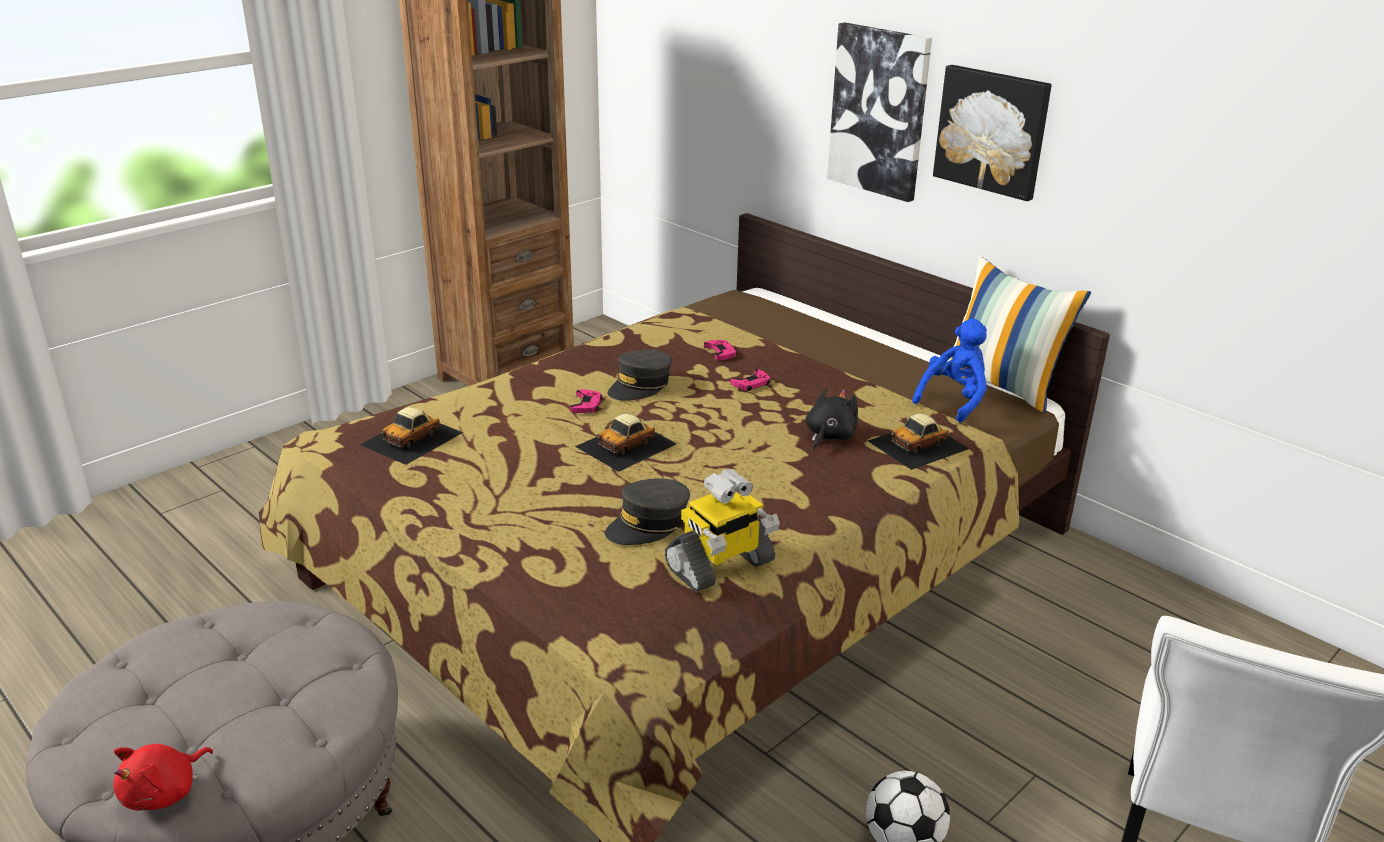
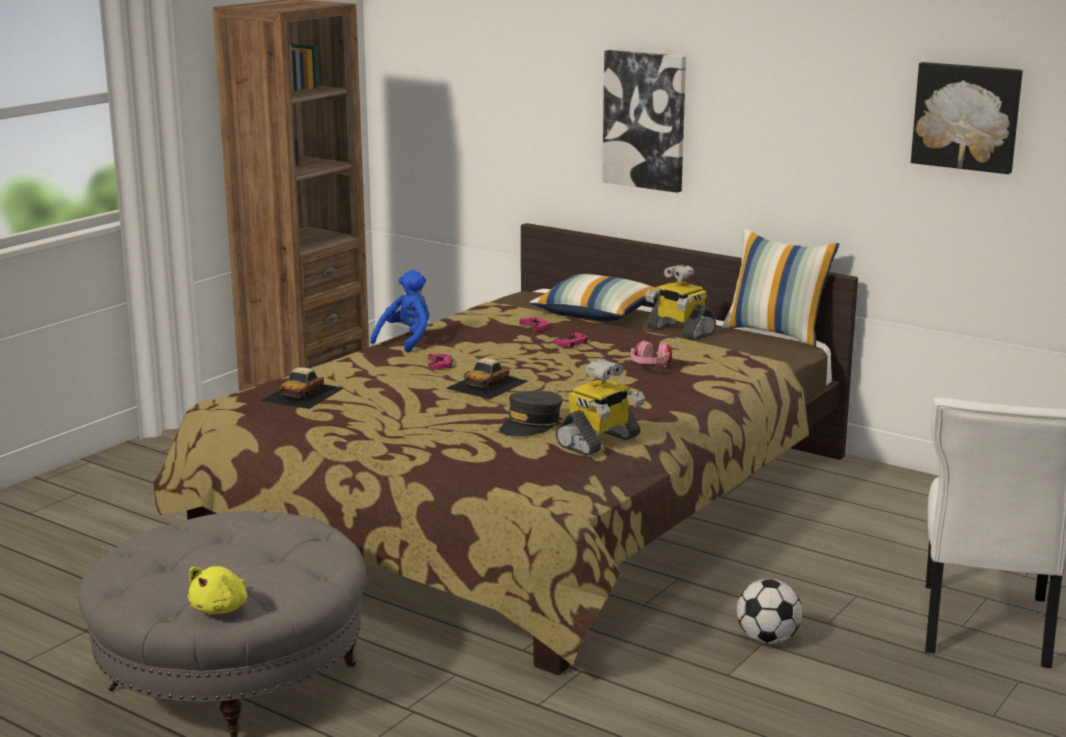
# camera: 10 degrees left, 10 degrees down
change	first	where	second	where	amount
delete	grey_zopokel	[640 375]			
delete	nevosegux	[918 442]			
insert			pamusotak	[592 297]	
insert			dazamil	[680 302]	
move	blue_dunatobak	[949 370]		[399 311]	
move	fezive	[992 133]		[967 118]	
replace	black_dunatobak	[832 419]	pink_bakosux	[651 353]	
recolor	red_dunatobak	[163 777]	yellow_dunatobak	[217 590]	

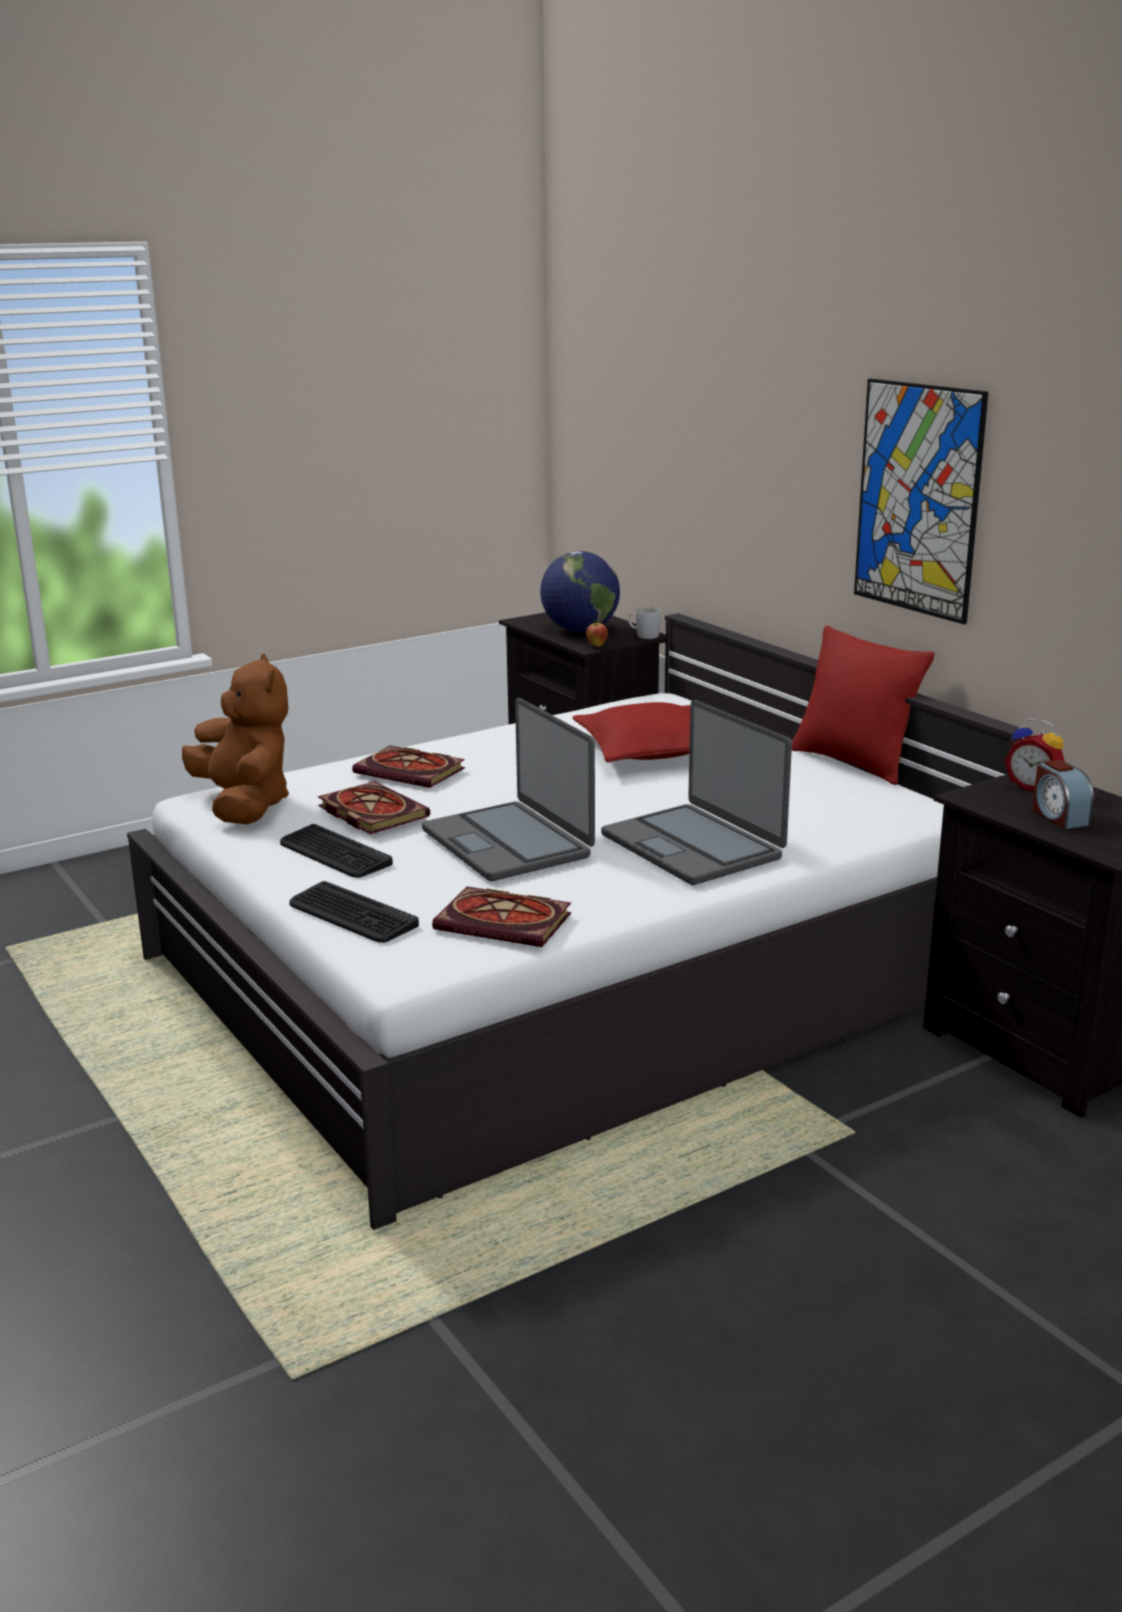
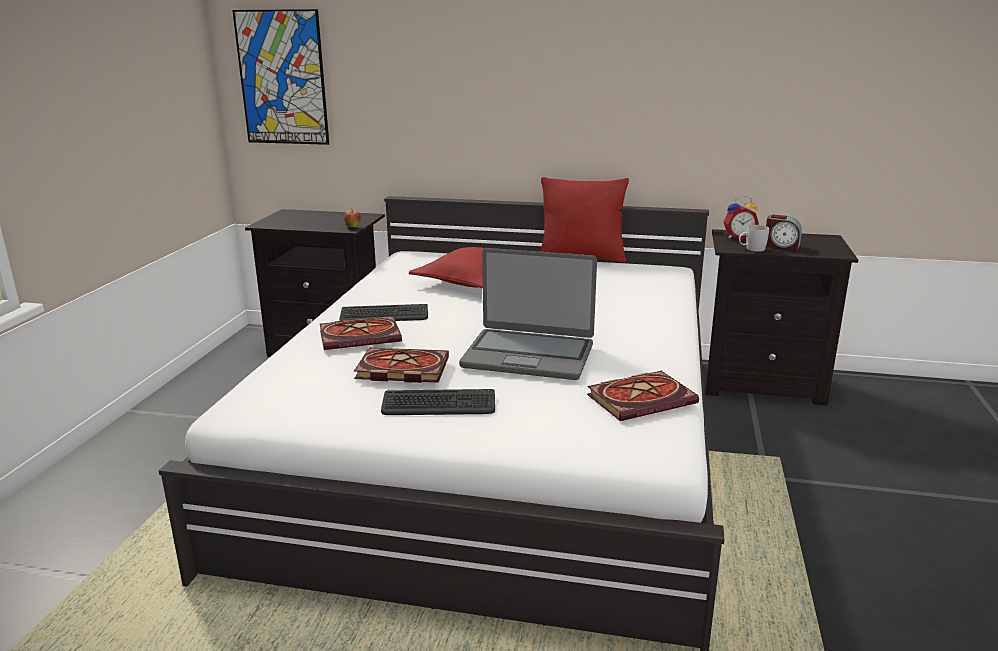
# camera: 45 degrees left, 0 degrees up
change	first	where	second	where	amount
delete	brown_dunatobak	[235 739]			
delete	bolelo	[580 591]			
delete	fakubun	[696 792]			
move	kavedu	[354 912]		[384 312]	
move	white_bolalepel	[644 623]		[754 238]	
move	fezive	[921 501]		[280 77]	

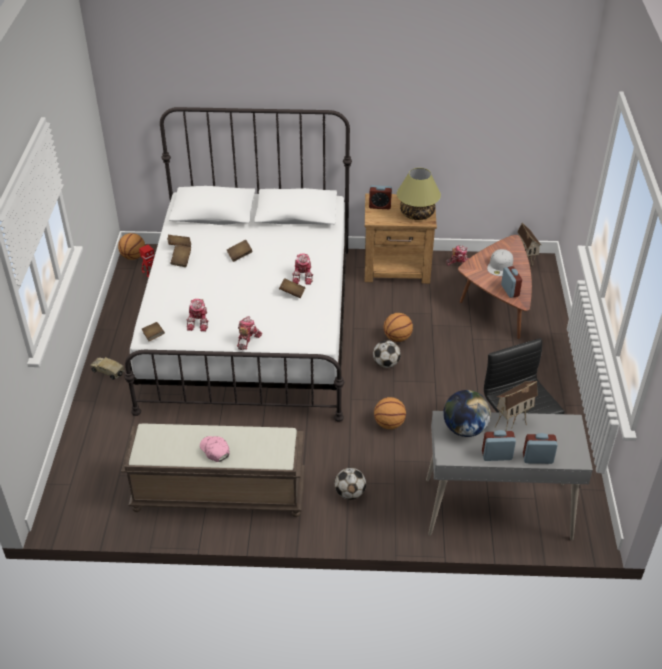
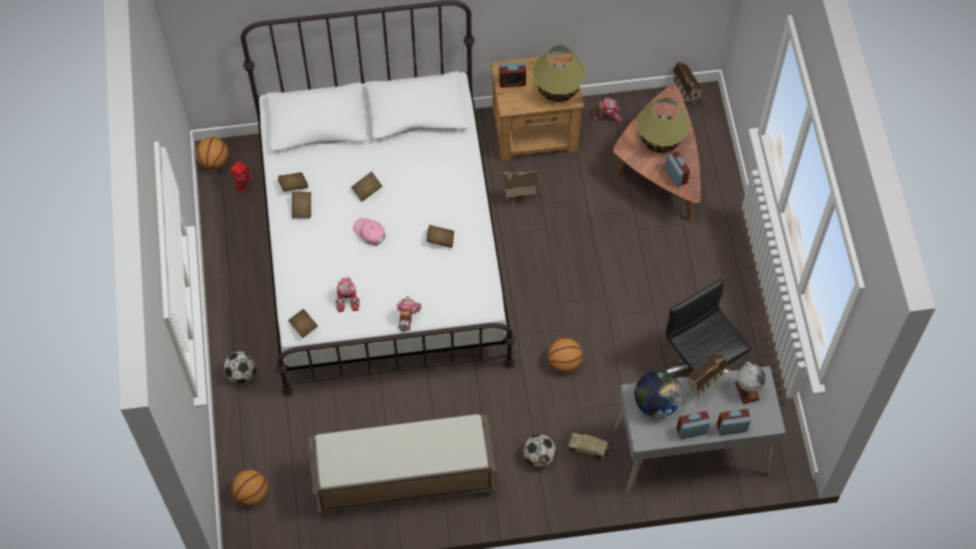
# camera: 10 degrees left, 20 degrees up
change	first	where	second	where	amount
delete	dazamil	[302 269]			
insert			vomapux	[521 188]	
insert			bolelo	[750 383]	
move	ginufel	[107 368]		[589 446]	
move	pink_zopokel	[215 449]		[369 231]	
move	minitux	[387 354]		[240 367]	
move	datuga	[398 327]		[249 488]	
replace	white_zopokel	[500 262]	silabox	[663 125]	

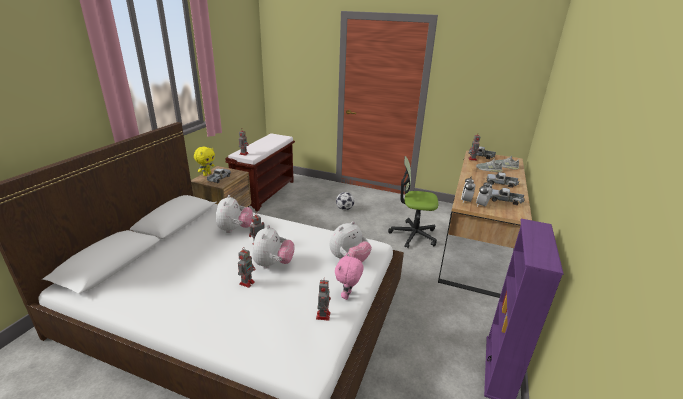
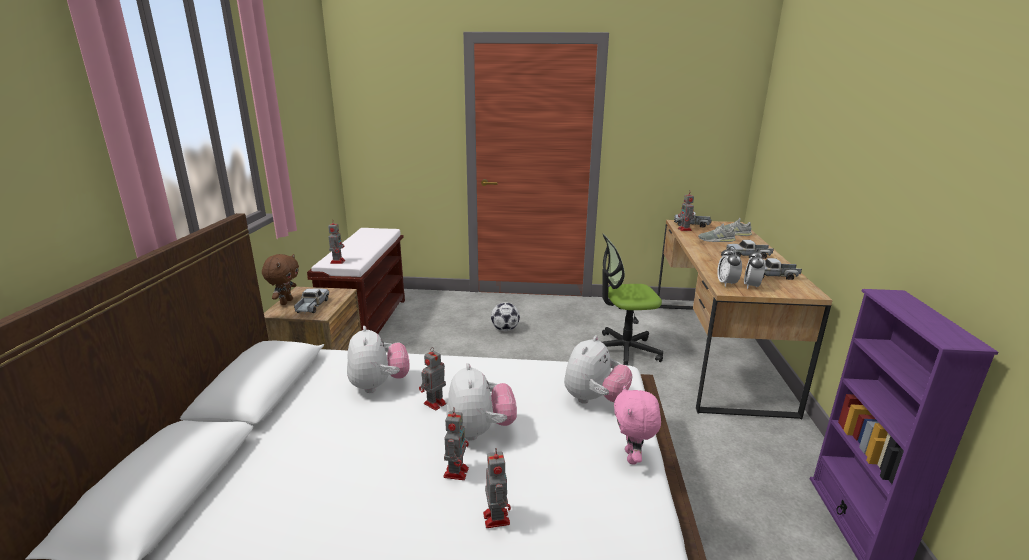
# camera: 15 degrees left, 5 degrees down
change	first	where	second	where	amount
move	dazamil	[323 300]		[497 488]	
recolor	yellow_dunatobak	[204 161]	brown_dunatobak	[280 279]	

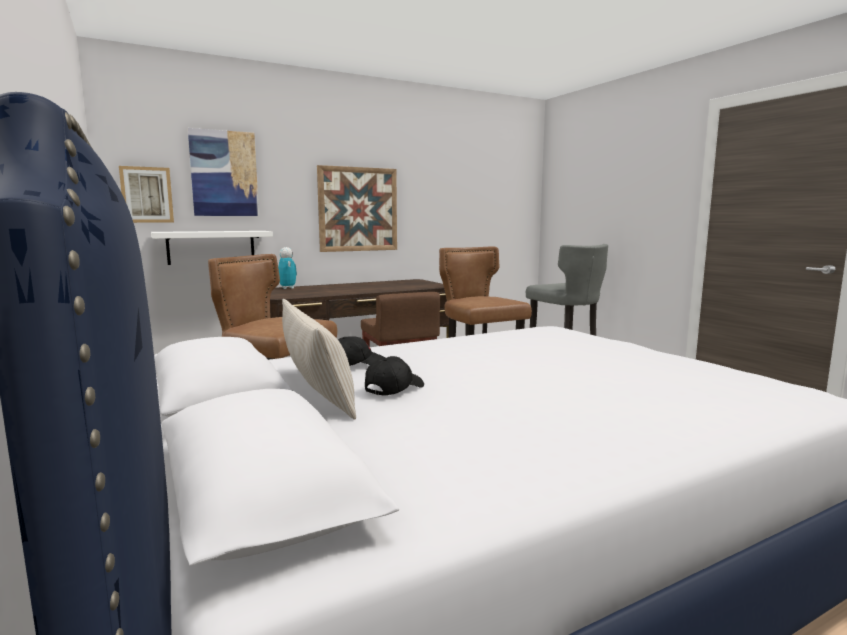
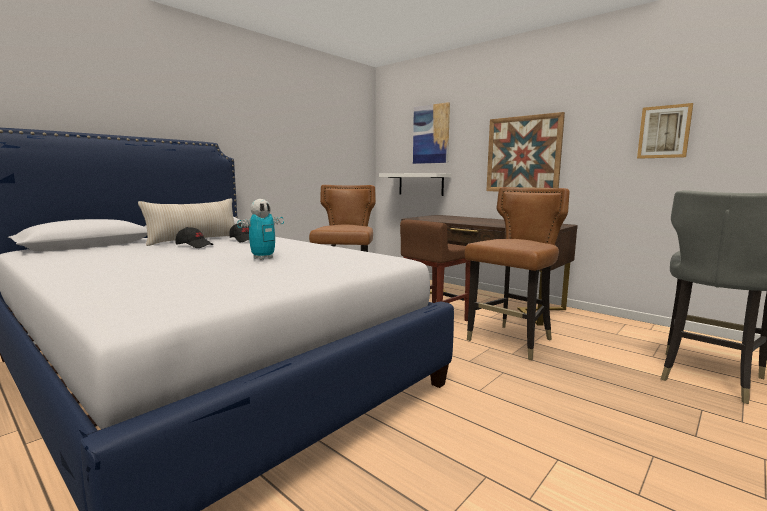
# camera: 70 degrees right, 0 degrees up
change	first	where	second	where	amount
move	fezive	[146 194]		[665 131]	
move	dazamil	[287 268]		[260 229]	

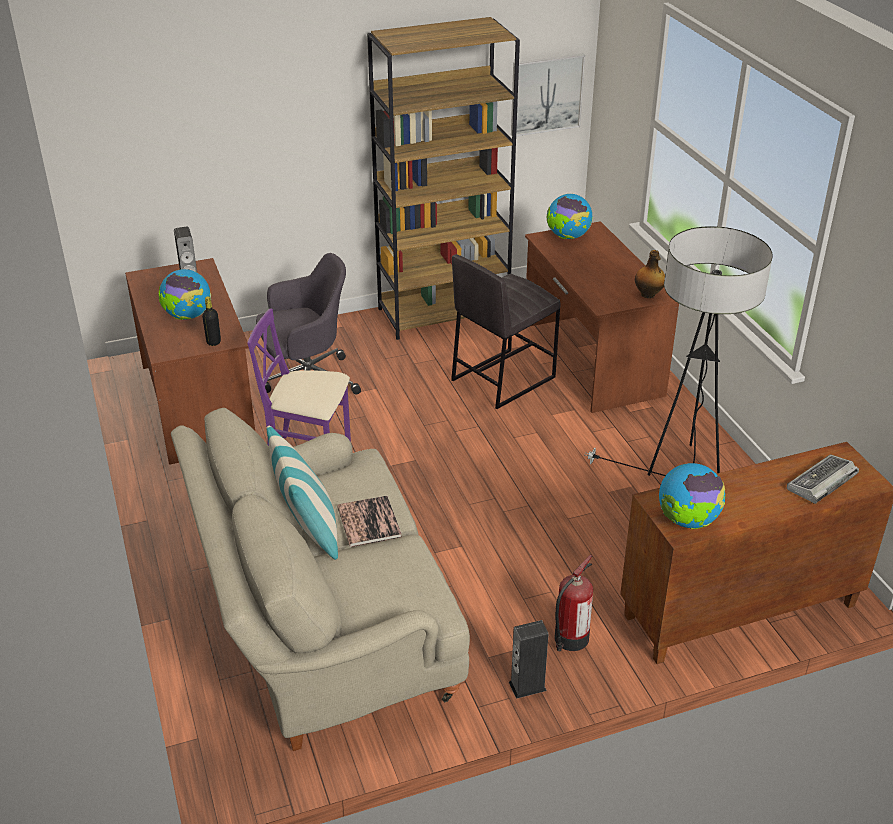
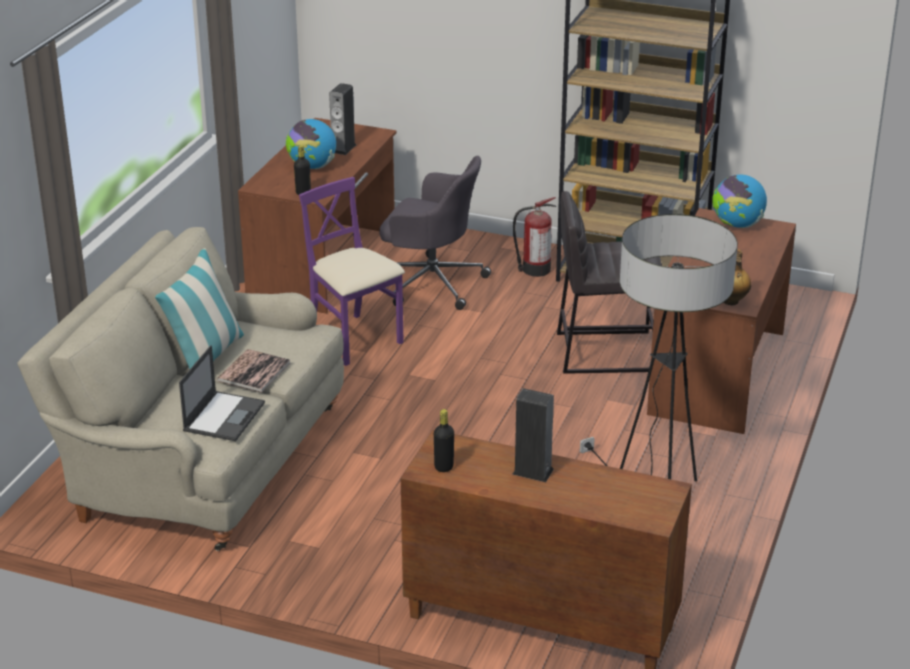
# camera: 40 degrees right, 5 degrees down
change	first	where	second	where	amount
delete	fezive	[548 94]			
delete	kavedu	[823 479]			
insert			fakubun	[222 393]	
move	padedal	[528 659]		[533 435]	
move	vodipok	[574 603]		[534 237]	
replace	bolelo	[692 496]	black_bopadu	[444 440]	

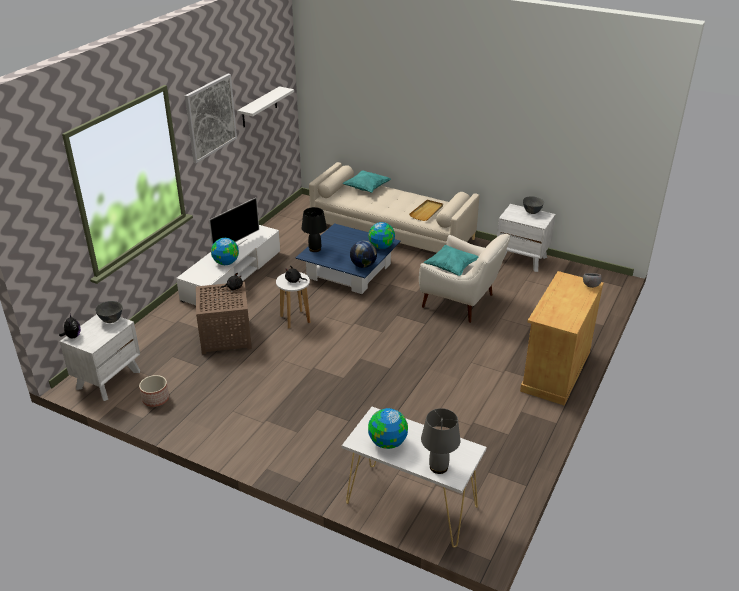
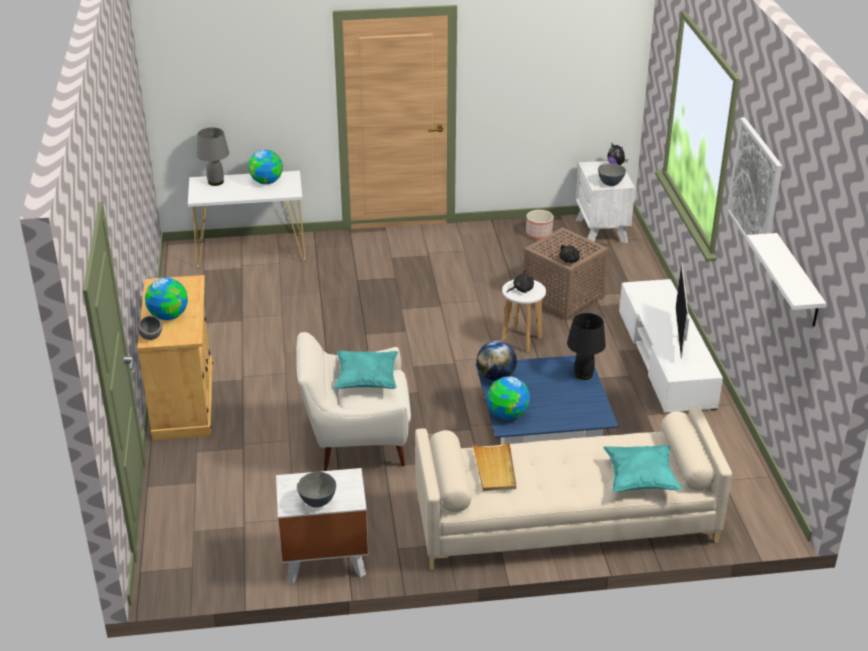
# camera: 145 degrees right, 0 degrees up
change	first	where	second	where	amount
move	bolelo	[225 251]		[166 299]	

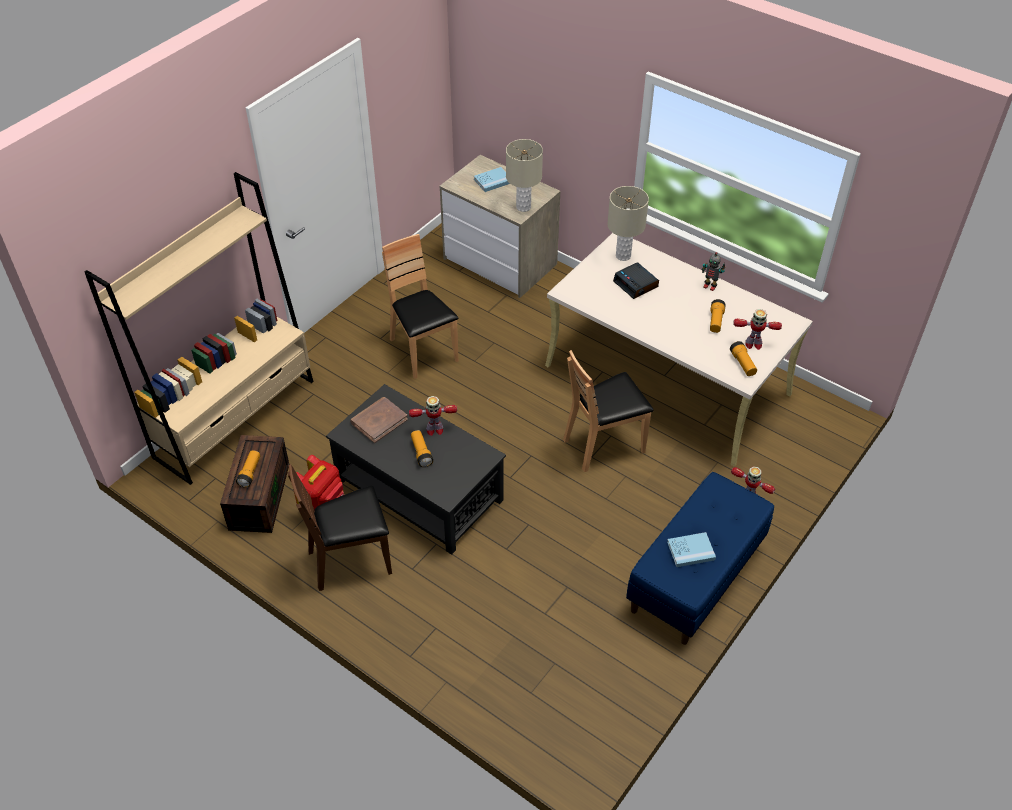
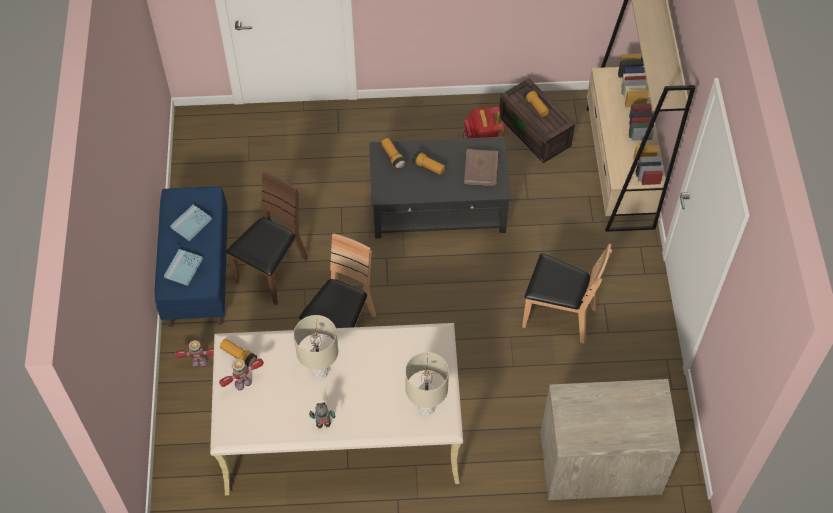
# camera: 140 degrees right, 10 degrees up
change	first	where	second	where	amount
delete	dazamil	[433 416]			
delete	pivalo	[636 280]			
move	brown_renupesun	[340 527]		[267 238]	
move	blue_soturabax	[492 179]		[183 267]	
move	beige_silabox	[524 175]		[316 347]	
move	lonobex	[717 316]		[393 153]	

